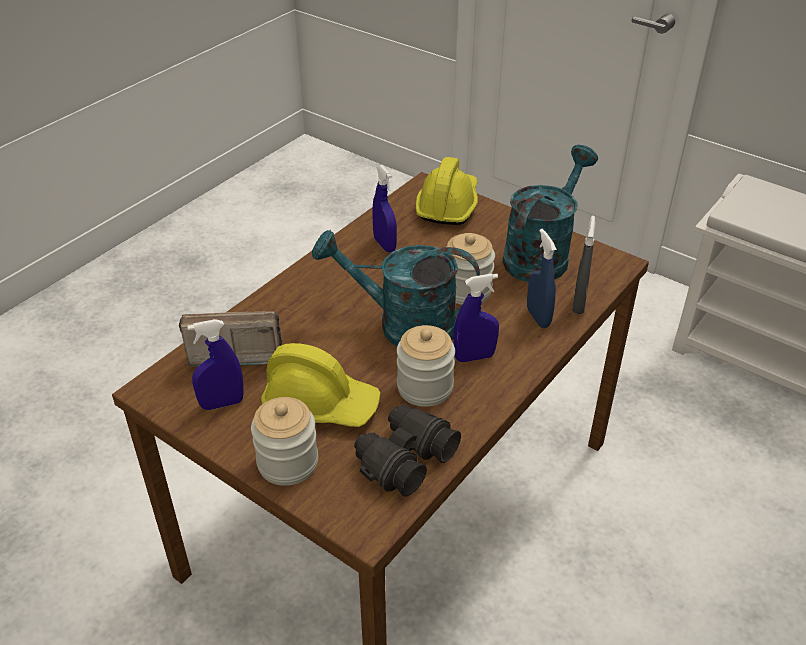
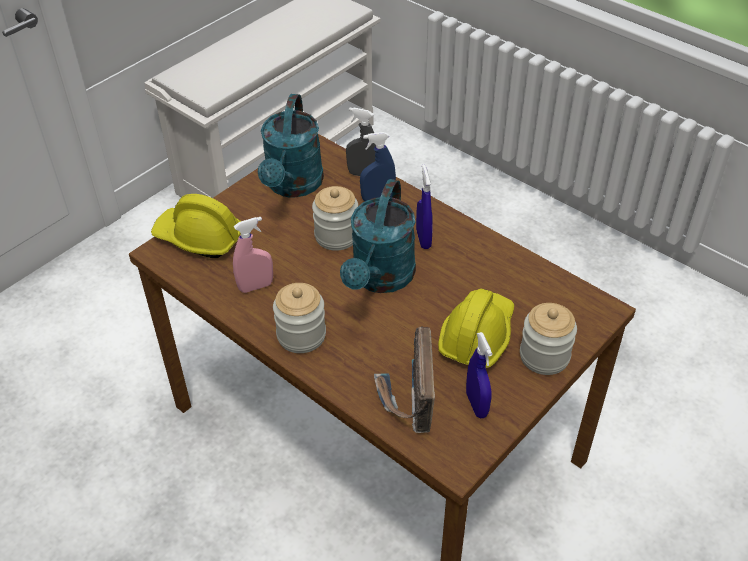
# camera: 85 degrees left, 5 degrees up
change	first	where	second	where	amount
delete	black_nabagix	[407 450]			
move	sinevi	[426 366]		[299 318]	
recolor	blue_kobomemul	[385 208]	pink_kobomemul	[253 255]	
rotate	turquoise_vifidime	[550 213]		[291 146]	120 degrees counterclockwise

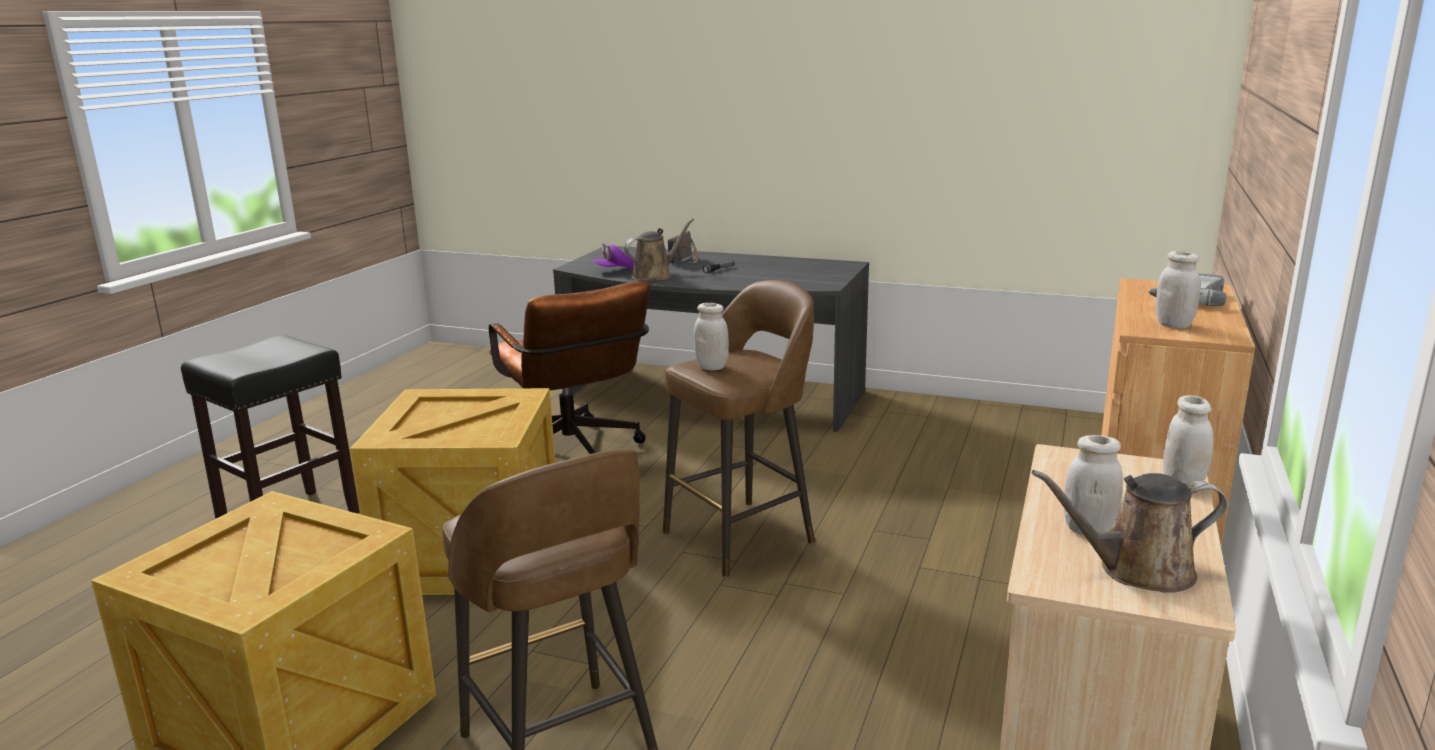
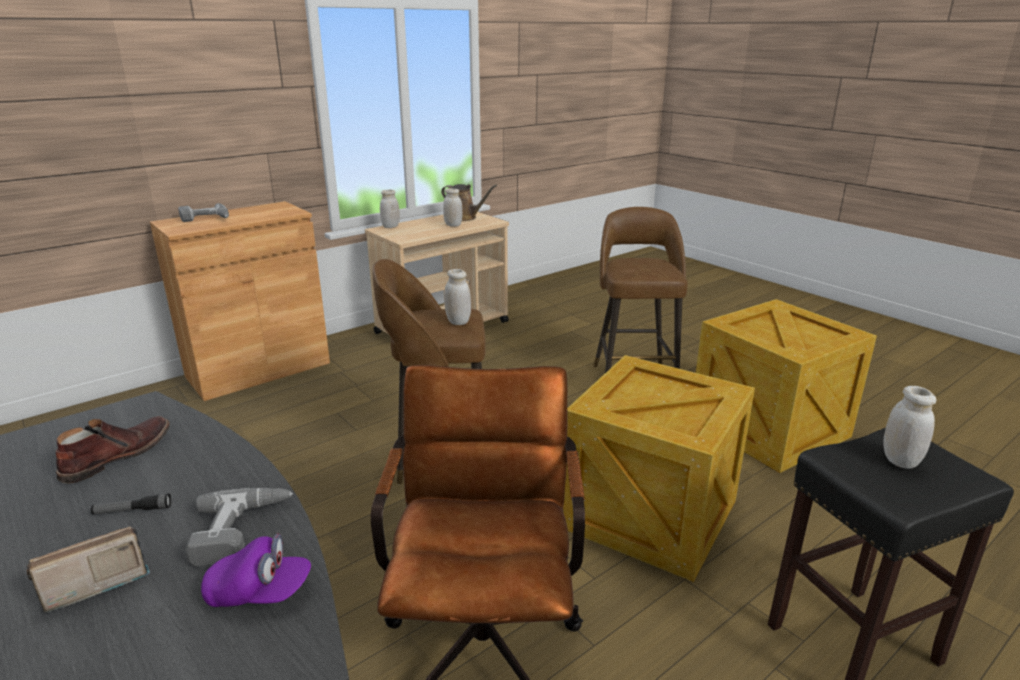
# camera: 150 degrees left, 5 degrees up
change	first	where	second	where	amount
insert			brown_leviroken	[113 450]	
move	white_sinevi	[1178 289]		[909 427]	
replace	brown_vifidime	[659 250]	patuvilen	[239 527]	

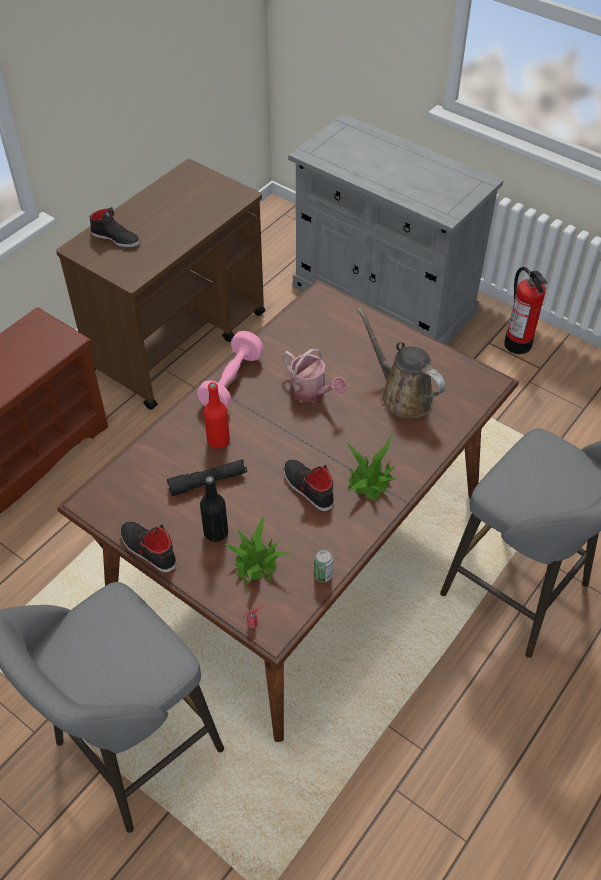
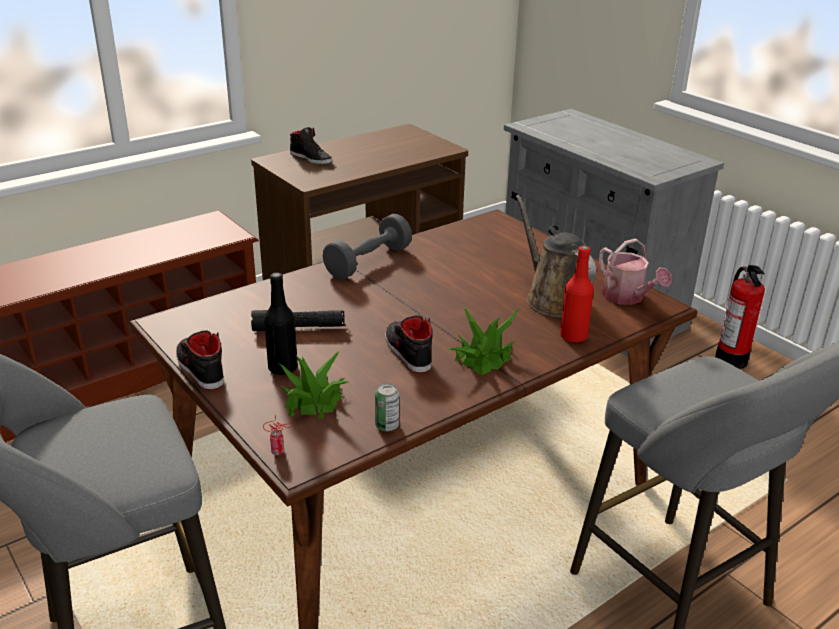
# camera: 15 degrees right, 20 degrees down
change	first	where	second	where	amount
move	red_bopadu	[217 415]		[577 294]	
move	vifidime	[314 375]		[635 271]	
recolor	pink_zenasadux	[230 369]	grey_zenasadux	[367 246]	

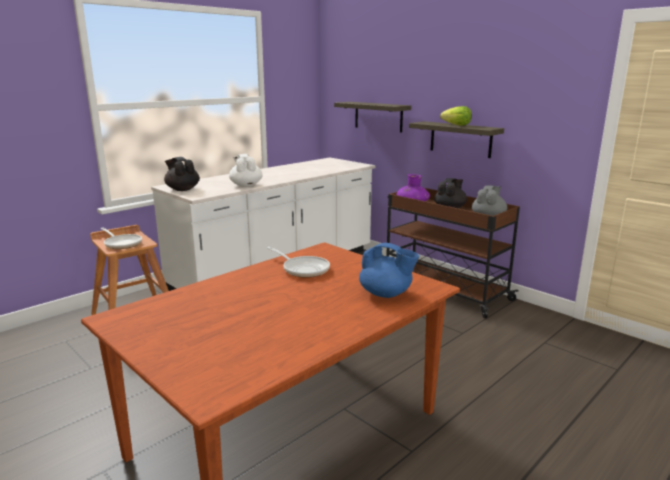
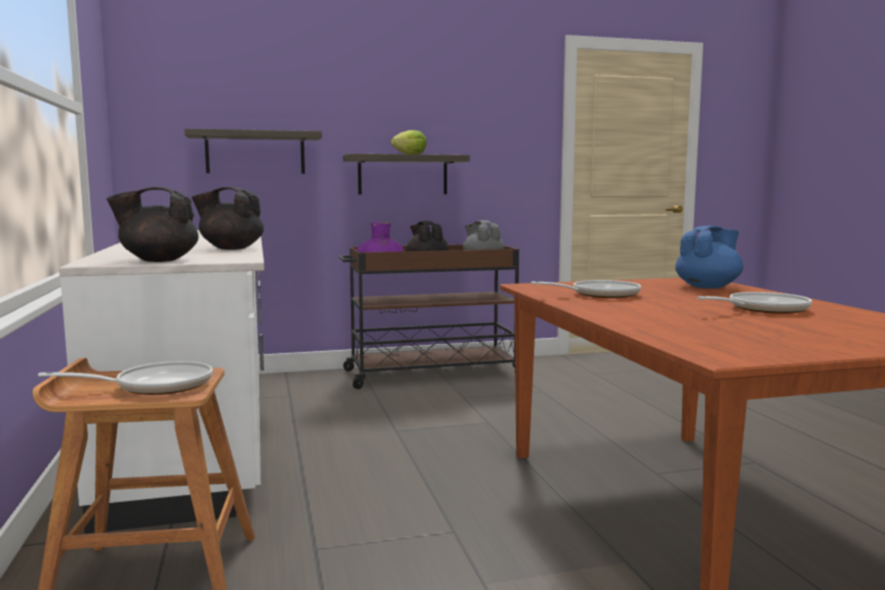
# camera: 60 degrees left, 10 degrees down
change	first	where	second	where	amount
insert			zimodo	[754 303]	
recolor	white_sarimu	[246 170]	black_sarimu	[227 218]	

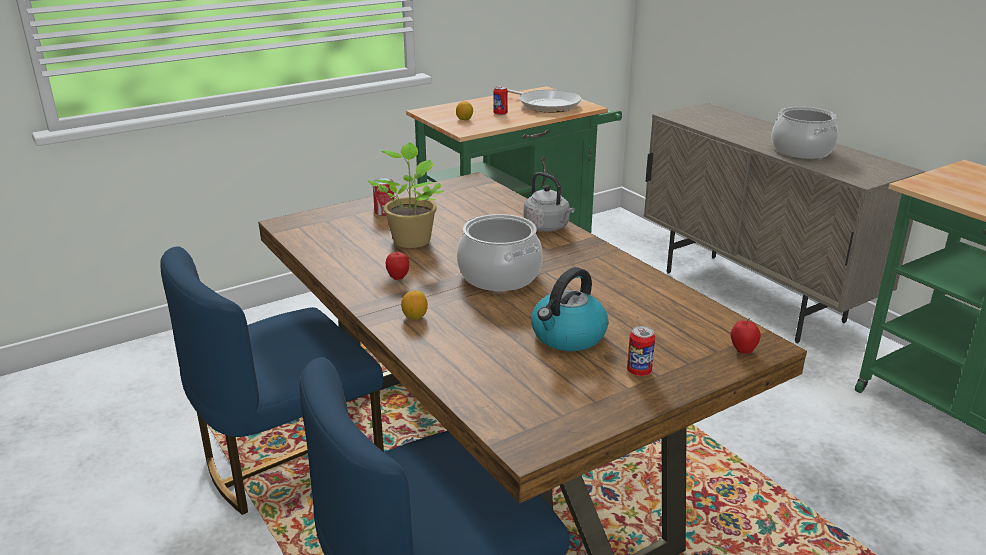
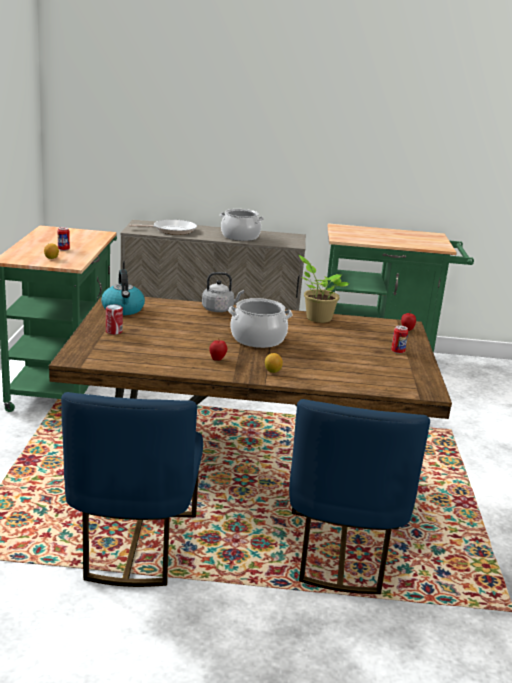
# camera: 55 degrees left, 5 degrees down
change	first	where	second	where	amount
move	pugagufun	[406 195]		[324 289]	
move	zimodo	[544 101]		[163 227]	
move	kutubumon	[569 309]		[123 292]	

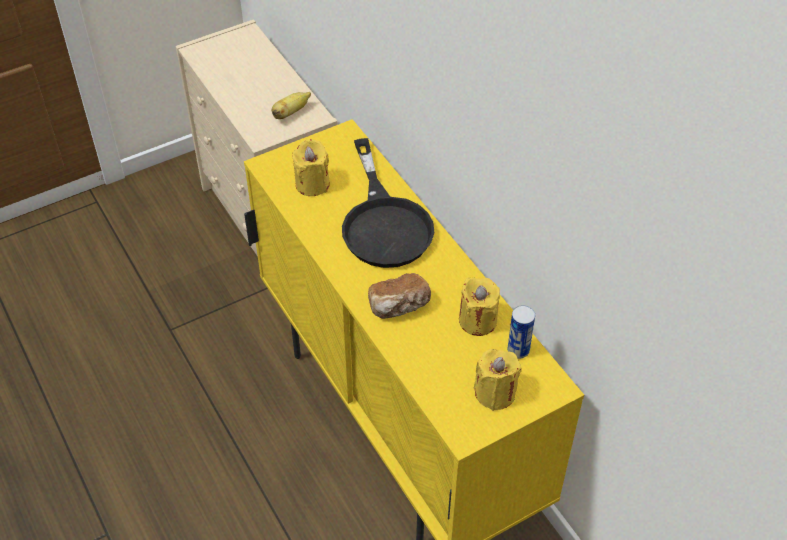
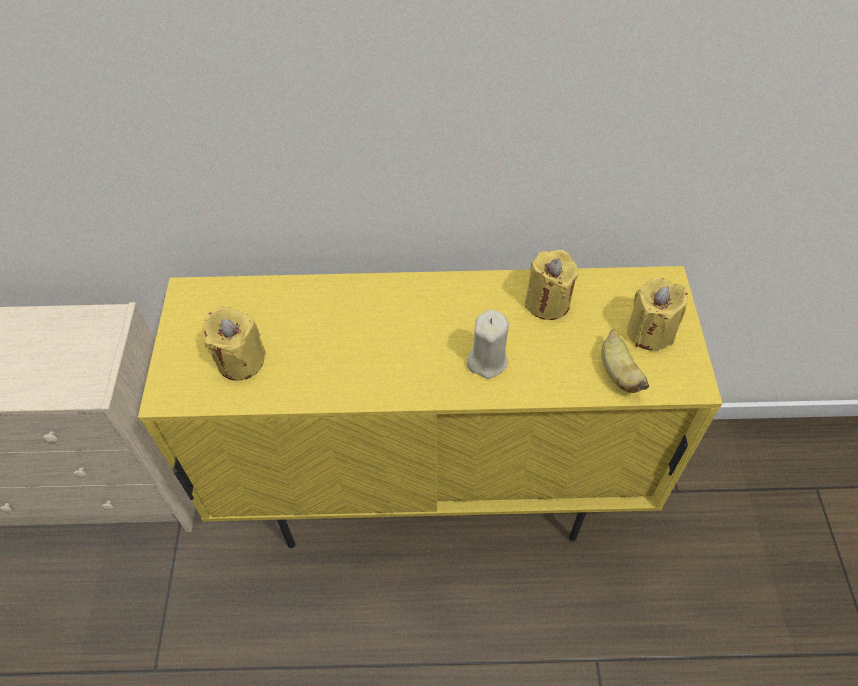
# camera: 60 degrees left, 5 degrees up
change	first	where	second	where	amount
delete	black_zimodo	[388 203]			
delete	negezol	[521 332]			
move	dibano	[291 105]		[625 361]	
replace	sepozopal	[399 296]	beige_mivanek	[488 344]	

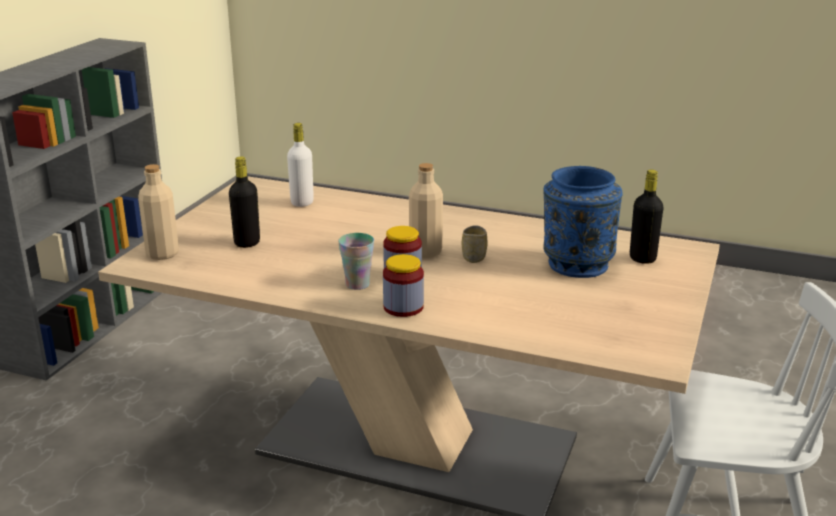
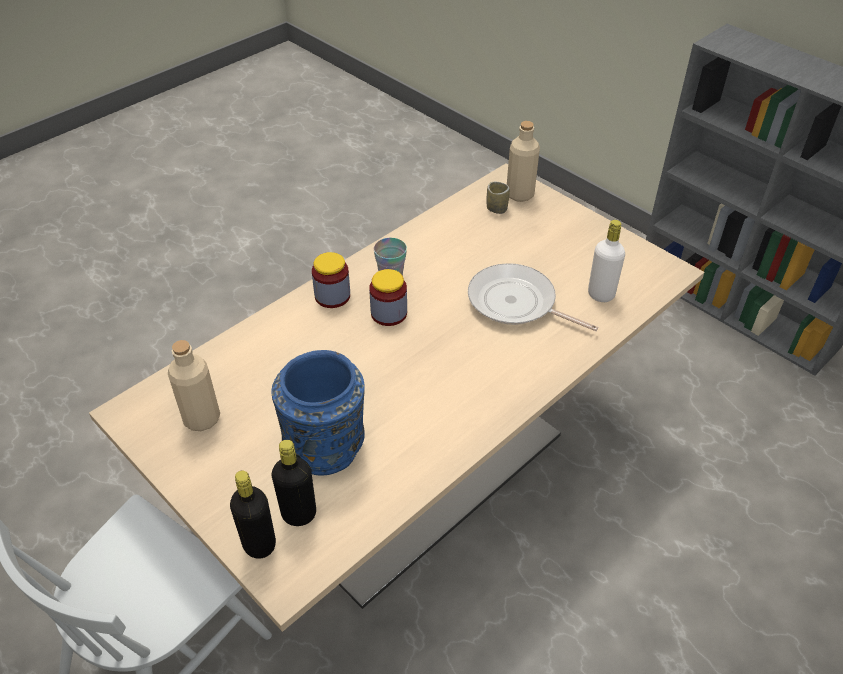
# camera: 115 degrees right, 20 degrees up
change	first	where	second	where	amount
insert			zimodo	[533 297]	
move	black_bopadu	[244 202]		[253 515]	
move	beige_bopadu	[426 210]		[194 385]	
move	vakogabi	[475 244]		[498 198]	

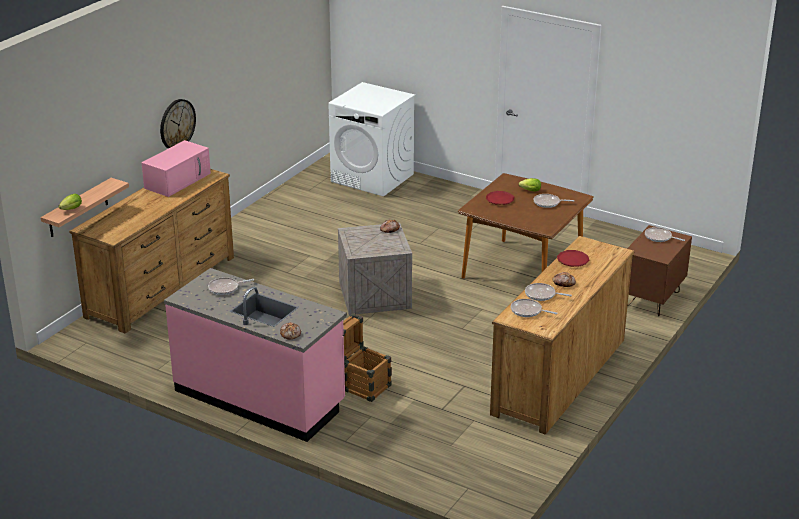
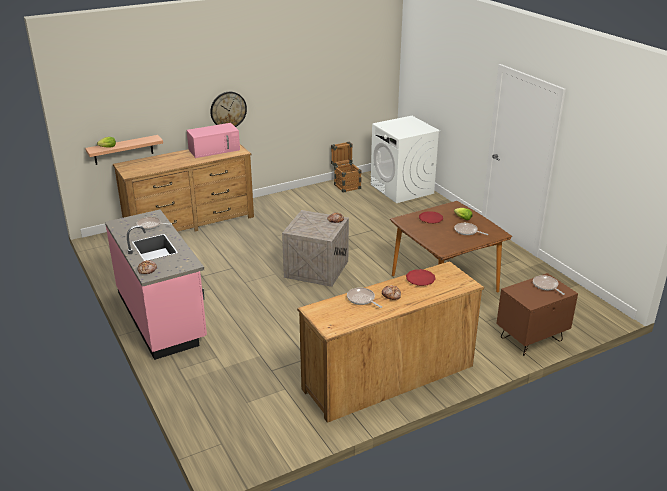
# camera: 30 degrees right, 0 degrees up
change	first	where	second	where	amount
delete	zimodo	[534 308]			
move	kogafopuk	[367 357]		[346 167]	

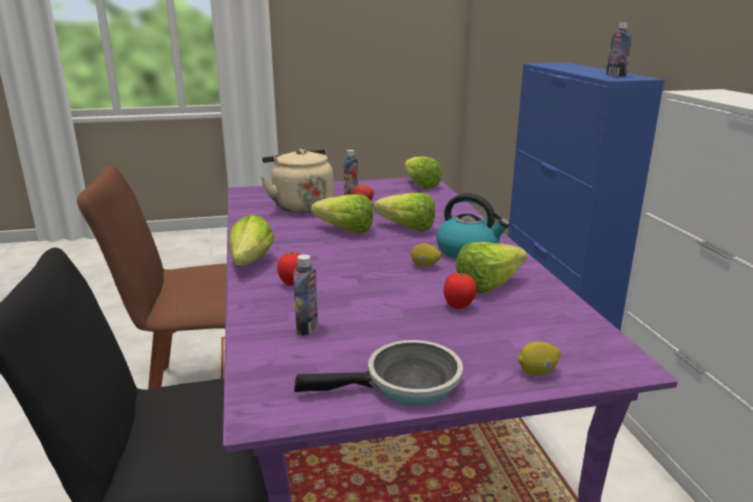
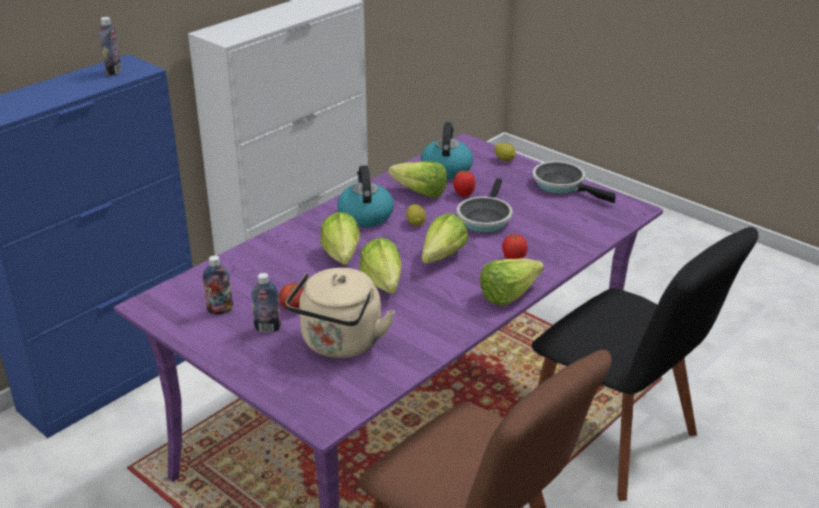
# camera: 125 degrees left, 10 degrees up
change	first	where	second	where	amount
insert			kutubumon	[447 150]	
insert			zimodo	[485 205]	
move	bopadu	[305 295]		[217 285]	
move	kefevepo	[423 172]		[445 238]	

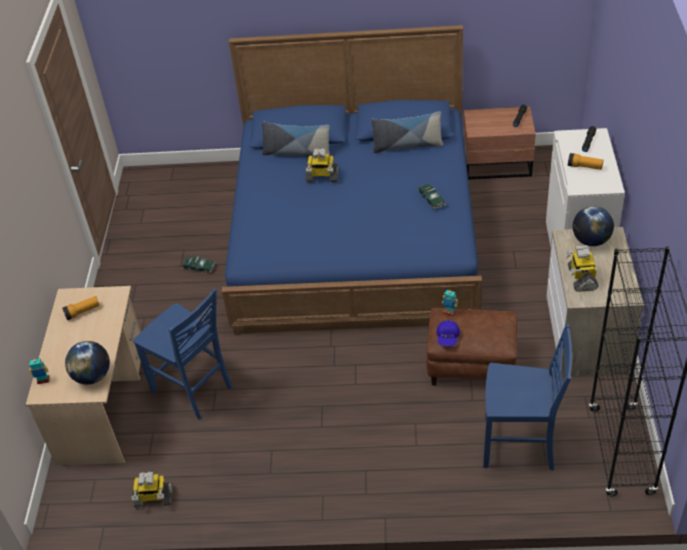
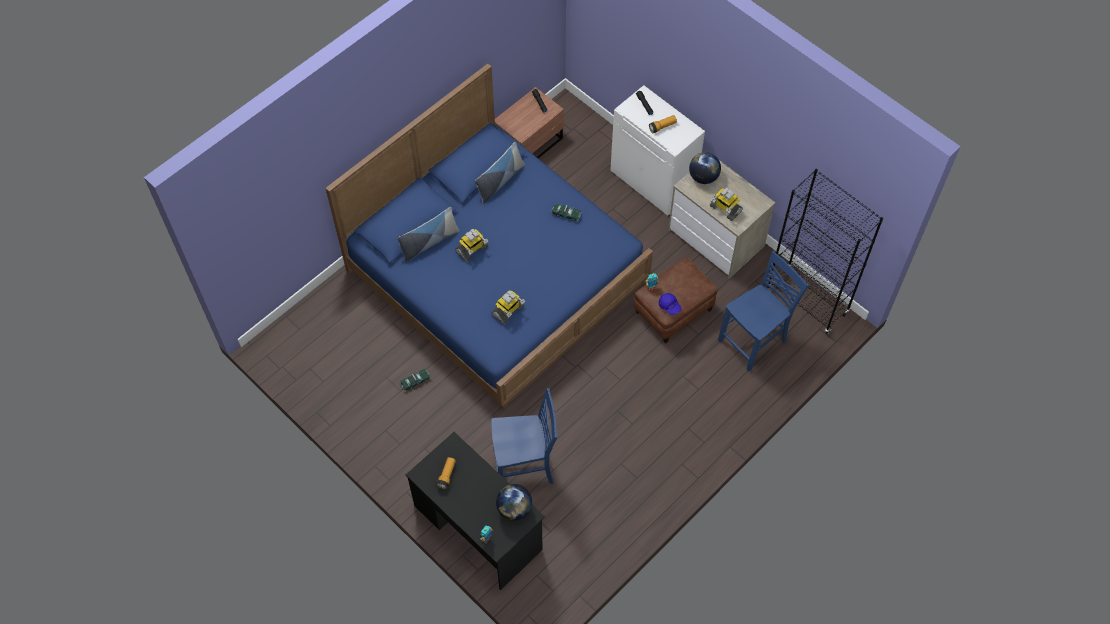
# camera: 50 degrees left, 15 degrees up
change	first	where	second	where	amount
move	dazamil	[152 490]		[508 307]	
recolor	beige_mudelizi	[83 376]	black_mudelizi	[475 511]	

